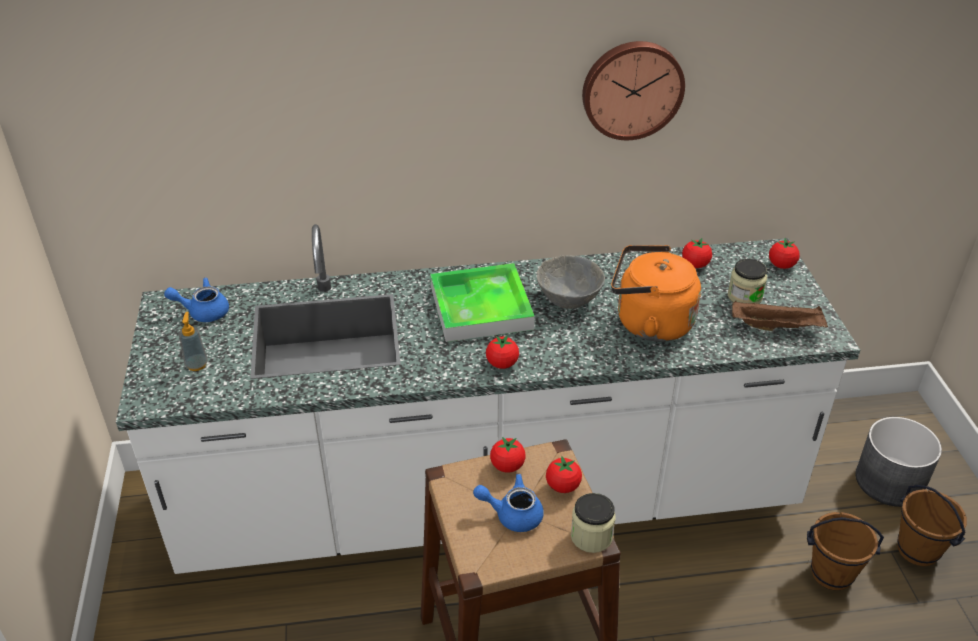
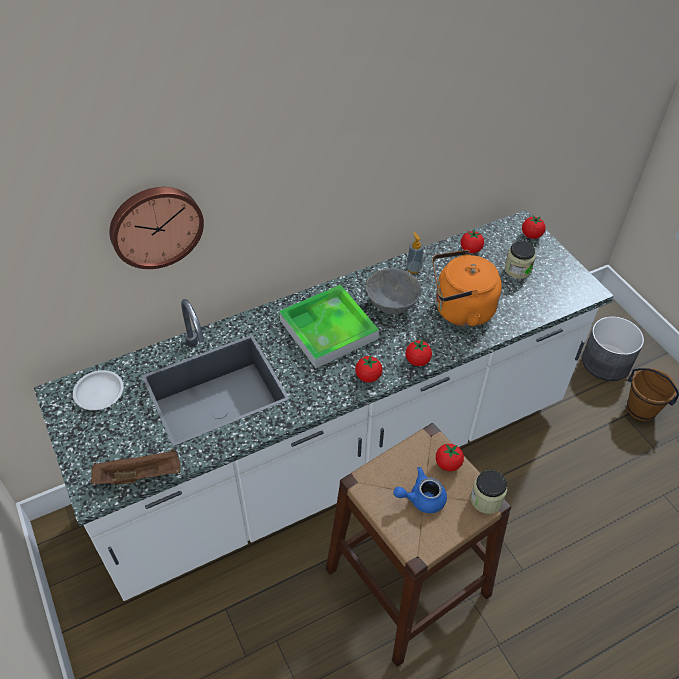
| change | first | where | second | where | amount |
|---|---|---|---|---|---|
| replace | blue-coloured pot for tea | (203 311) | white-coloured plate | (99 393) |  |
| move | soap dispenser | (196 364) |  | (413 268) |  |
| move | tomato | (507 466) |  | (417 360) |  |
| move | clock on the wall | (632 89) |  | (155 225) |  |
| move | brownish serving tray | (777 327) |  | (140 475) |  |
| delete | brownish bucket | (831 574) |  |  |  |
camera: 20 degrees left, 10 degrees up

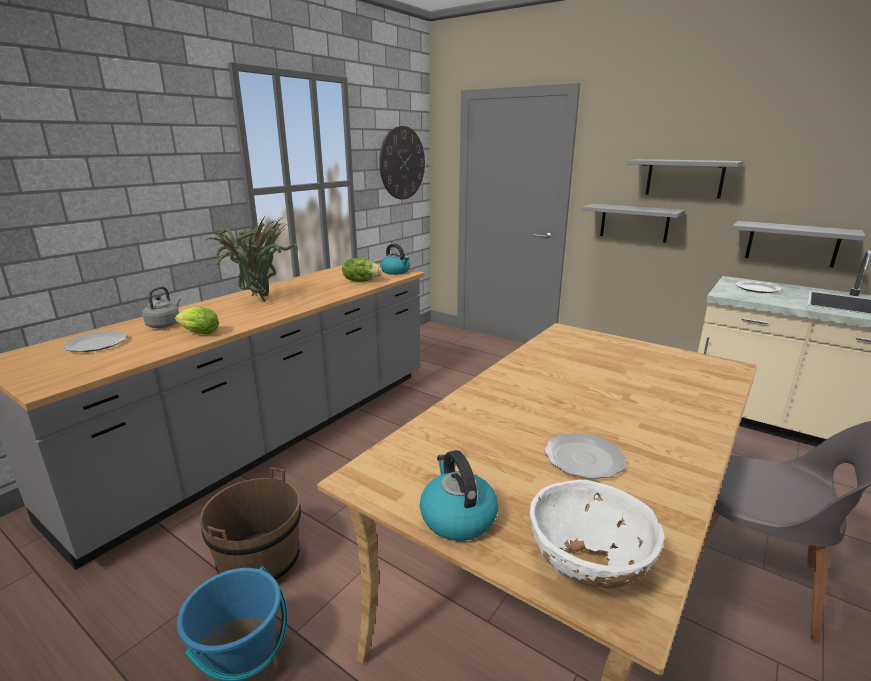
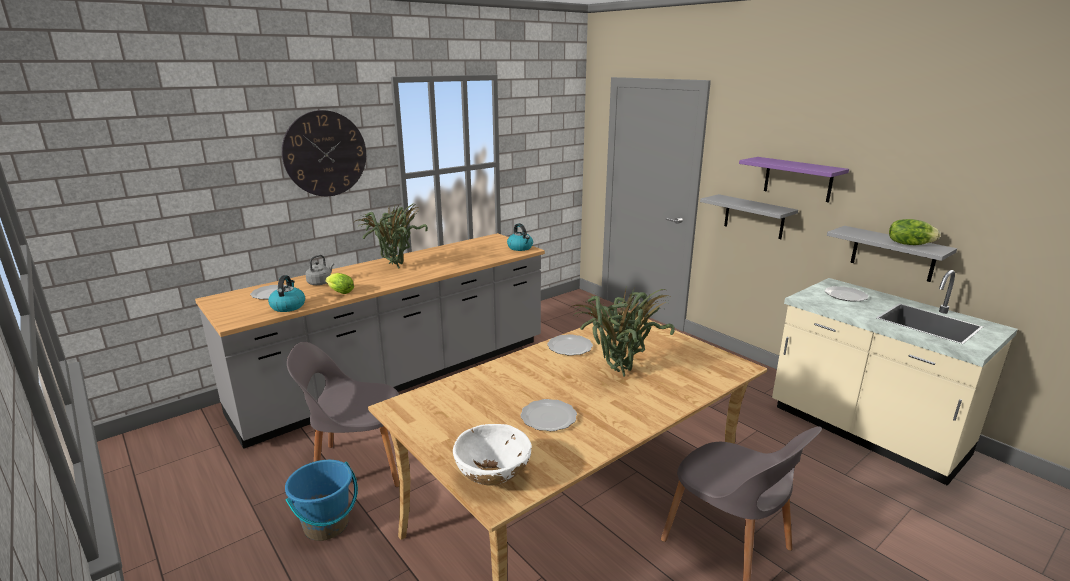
| change | first | where | second | where | amount |
|---|---|---|---|---|---|
| replace | brownish bucket | (259 563) | gray chair | (358 466) |  |
| move | lettuce head | (361 281) |  | (909 244) |  |
| move | clock on the wall | (402 163) |  | (325 154) |  |
| move | tea kettle | (457 517) |  | (288 306) |  |
| recolor | gray bracket shelf | (684 178) | purplish bracket shelf | (798 179) |  |
| insert |  |  | plate | (569 347) |  |
| insert |  |  | potted plant | (617 374) |  |
camera: 15 degrees right, 0 degrees up

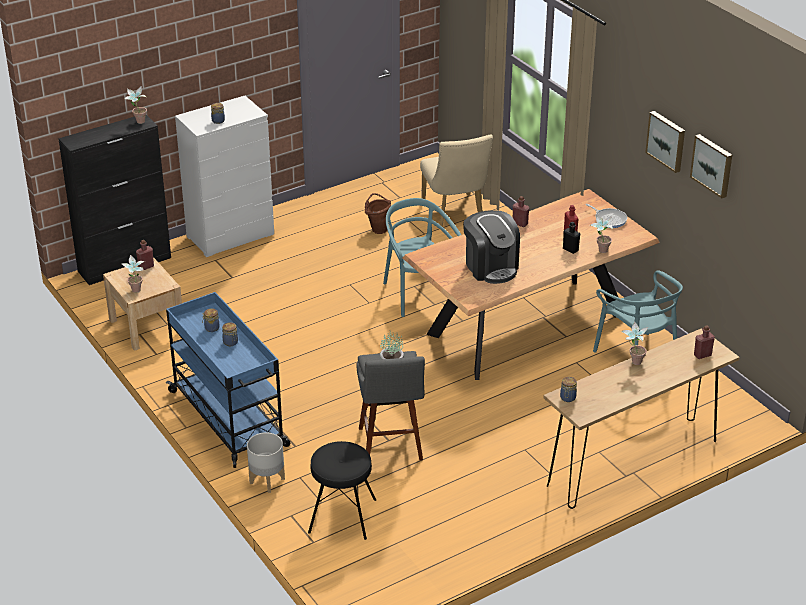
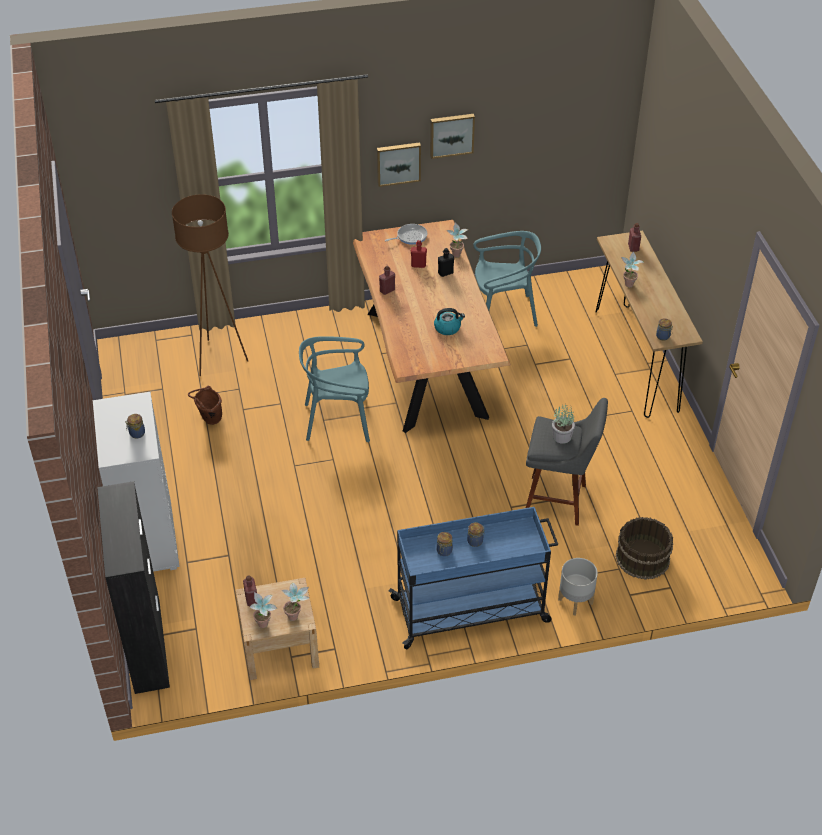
| change | first | where | second | where | amount |
|---|---|---|---|---|---|
| move | potted plant | (138 123) |  | (265 626) |  |
| replace | black-coloured sitting stool | (342 516) | brownish bucket | (642 558) |  |
| replace | beige-coloured chair | (455 214) | brownish standard lamp | (218 358) |  |
| replace | coffee maker | (491 267) | tea kettle | (448 328) |  |
| move | wall art | (713 165) |  | (398 163) |  |
camera: 70 degrees left, 10 degrees up

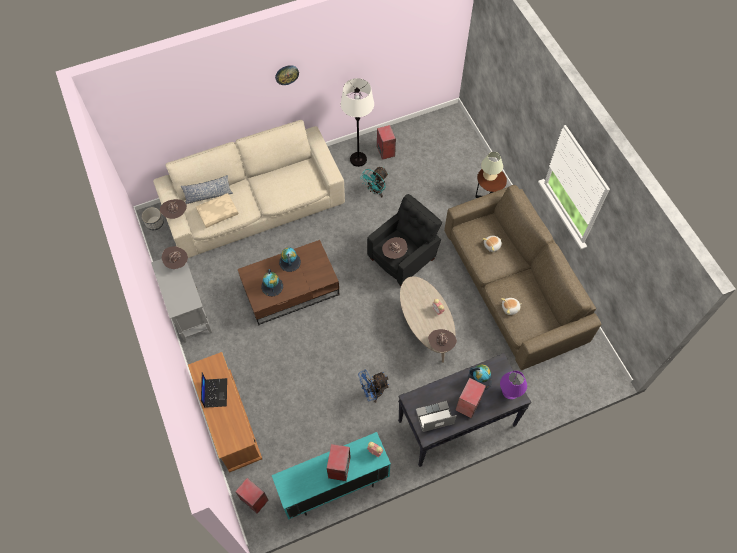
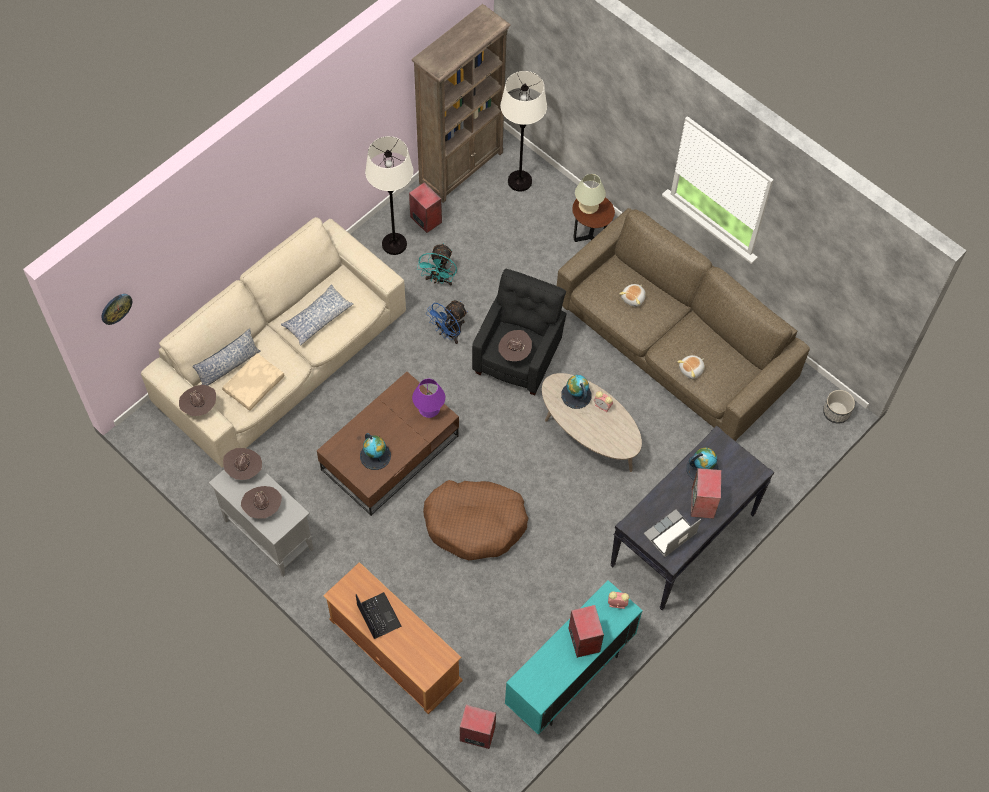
| change | first | where | second | where | amount |
|---|---|---|---|---|---|
| move | plant pot | (155 223) |  | (836 412) |  |
| move | clock on the wall | (286 74) |  | (116 308) |  |
| move | world globe | (289 262) |  | (576 395) |  |
| move | blue-coloured electric fan | (373 392) |  | (449 334) |  |
| move | brownish clothing hat | (441 344) |  | (263 508) |  |
| move | purplish table lamp | (510 391) |  | (429 408) |  |
| insert |  |  | throw pillow | (317 318) |  |
| insert |  |  | brownish shelving unit | (461 167) |  |
| insert |  |  | brownish pet bed | (475 523) |  |
| insert |  |  | white-coloured standard lamp | (520 181) |  |
camera: 25 degrees left, 0 degrees up

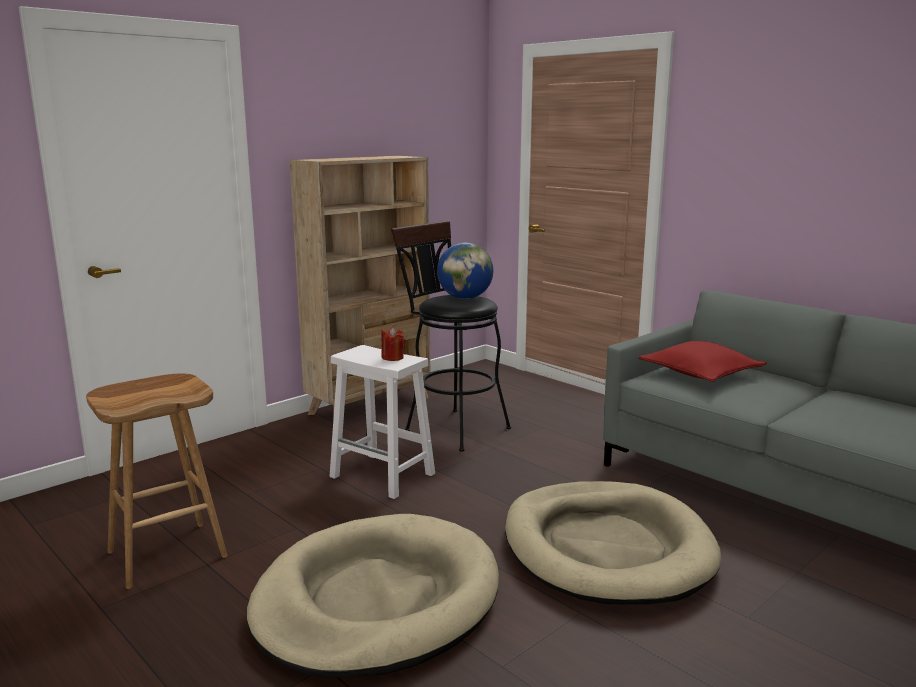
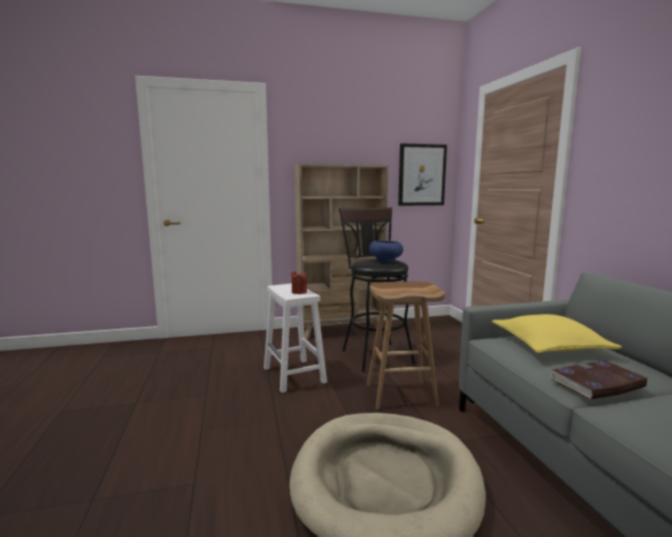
| change | first | where | second | where | amount |
|---|---|---|---|---|---|
| move | brownish sitting stool | (168 553) |  | (401 394) |  |
| delete | beige-coloured pet bed | (376 601) |  |  |  |
| replace | world globe | (465 298) | blue-coloured serving bowl | (385 261) |  |
| recolor | red throw pillow | (700 374) | yellowish throw pillow | (549 345) |  |
| insert |  |  | wall art | (421 175) |  |
| insert |  |  | book | (597 383) |  |
camera: 30 degrees right, 5 degrees down

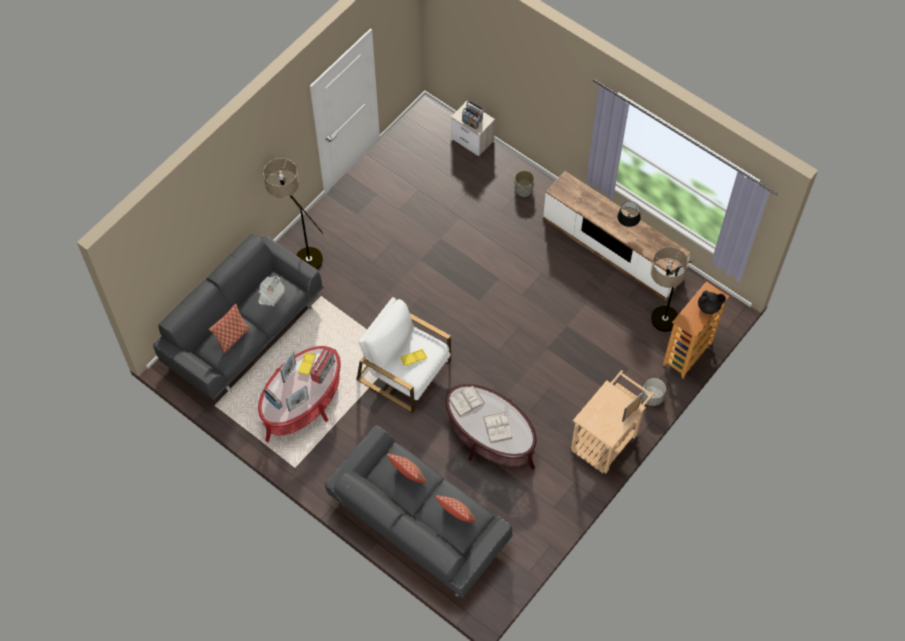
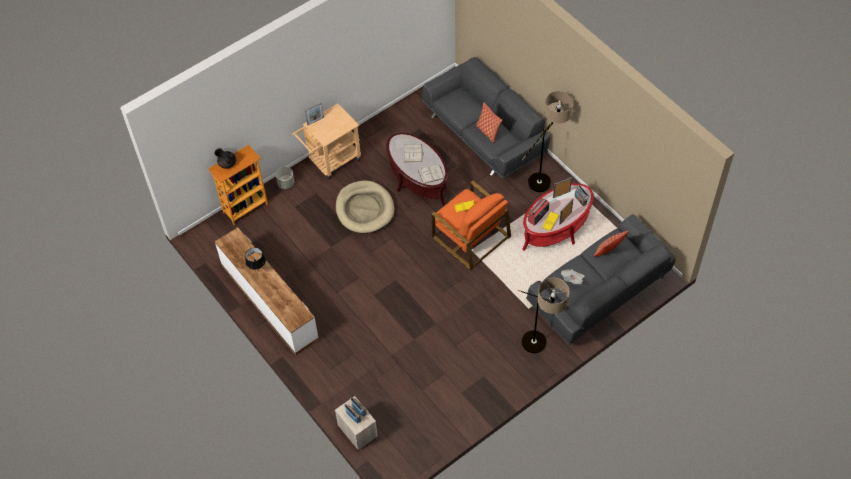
| change | first | where | second | where | amount |
|---|---|---|---|---|---|
| recolor | white-coloured easy chair | (405 370) | orange-coloured easy chair | (470 237) |  |
| delete | throw pillow | (456 515) |  |  |  |
| delete | gray plant pot | (523 189) |  |  |  |
| move | standard lamp | (658 327) |  | (546 178) |  |
| insert |  |  | beige-coloured pet bed | (364 209) |  |
camera: 165 degrees left, 5 degrees down

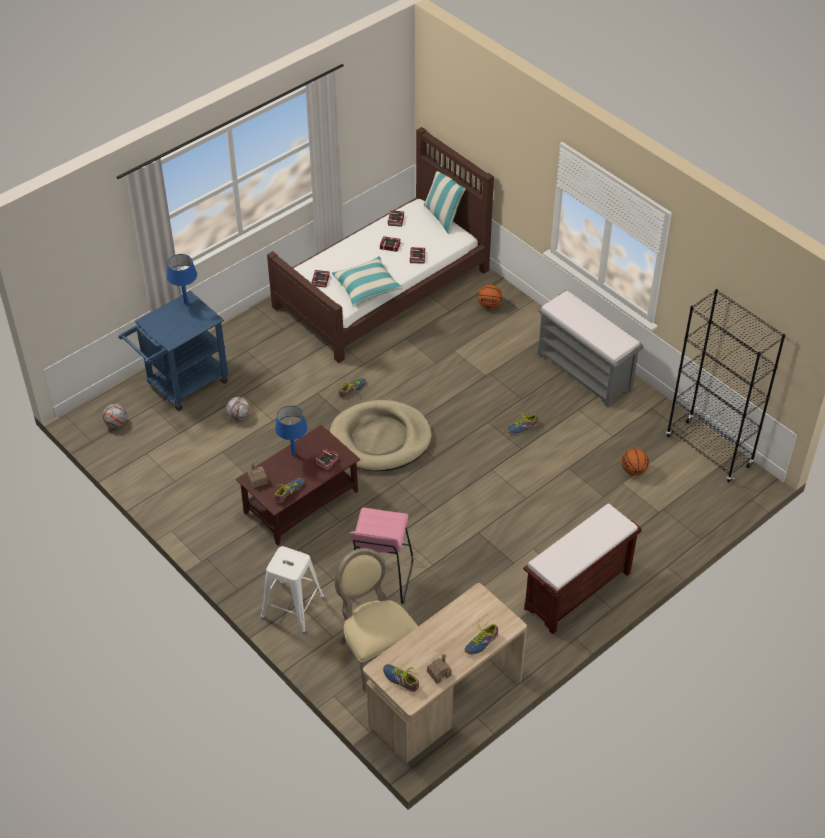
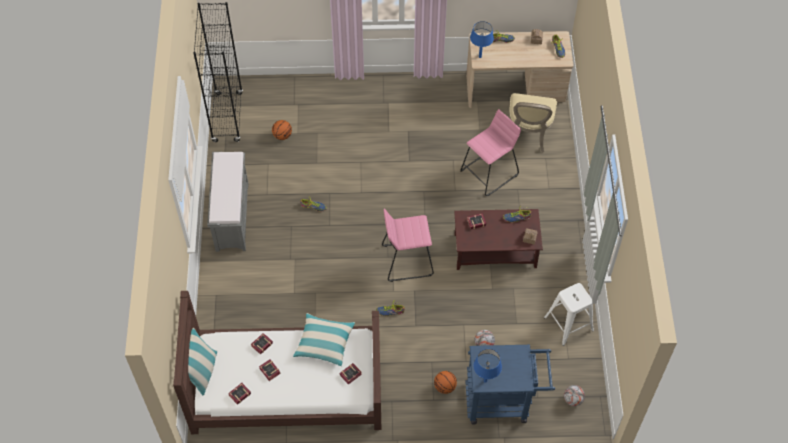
| change | first | where | second | where | amount |
|---|---|---|---|---|---|
| move | white-coloured sitting stool | (293 606) |  | (568 323) |  |
| move | blue-coloured table lamp | (293 454) |  | (480 56) |  |
| replace | beige-coloured pet bed | (380 439) | pinkish sitting stool | (407 260) |  |
| move | basketball | (489 305) |  | (444 387) |  |
| delete | brownish long seat | (577 592) |  |  |  |
camera: 140 degrees left, 10 degrees up

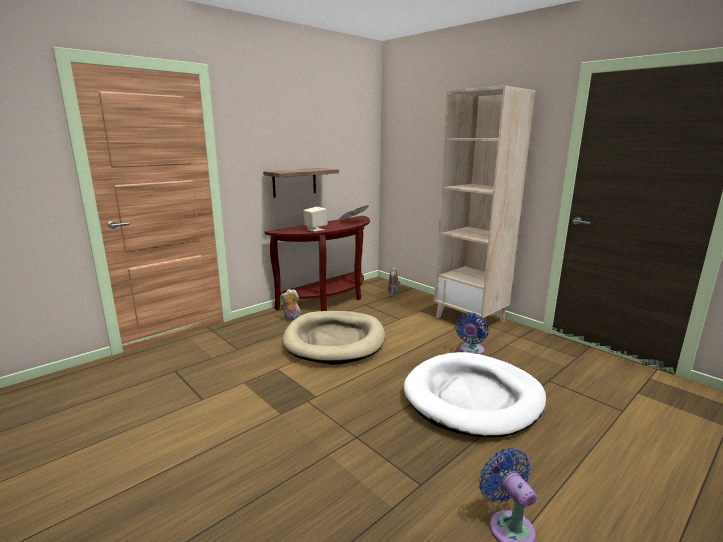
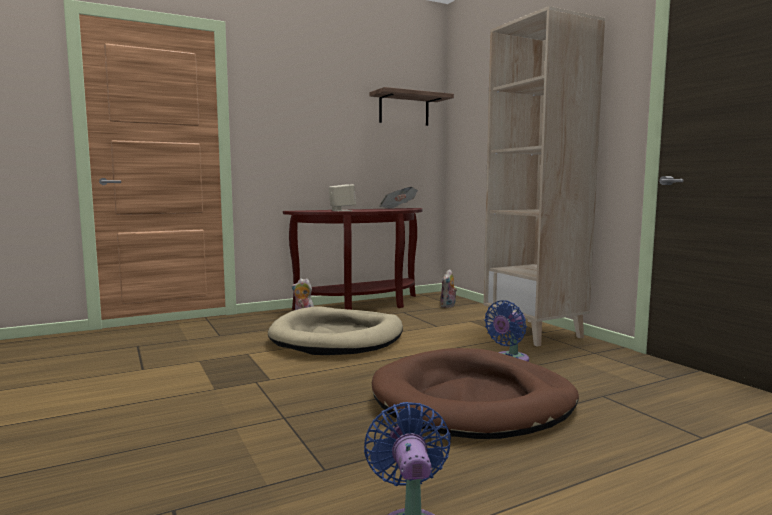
| change | first | where | second | where | amount |
|---|---|---|---|---|---|
| move | bracket shelf | (294 182) |  | (404 109) |  |
| recolor | white-coloured pet bed | (473 398) | brownish pet bed | (473 400) |  |
camera: 15 degrees right, 10 degrees down

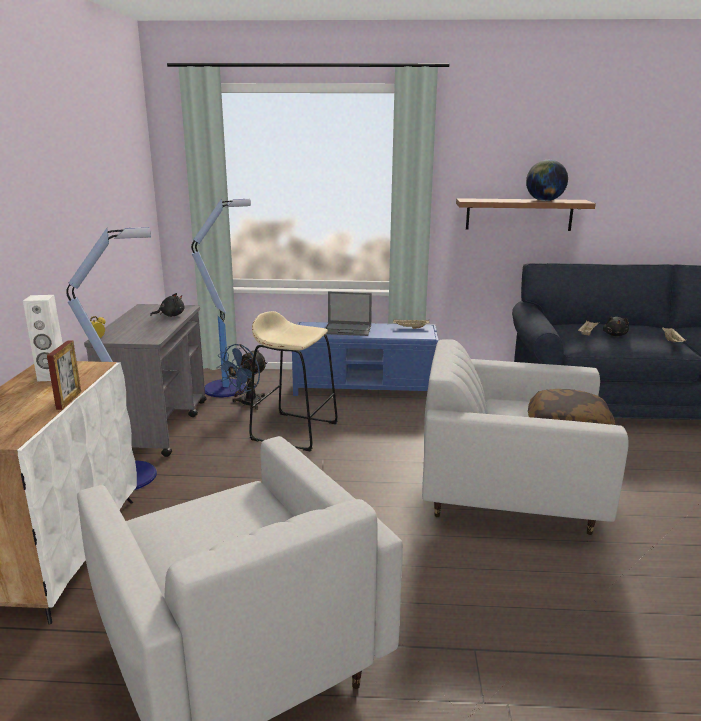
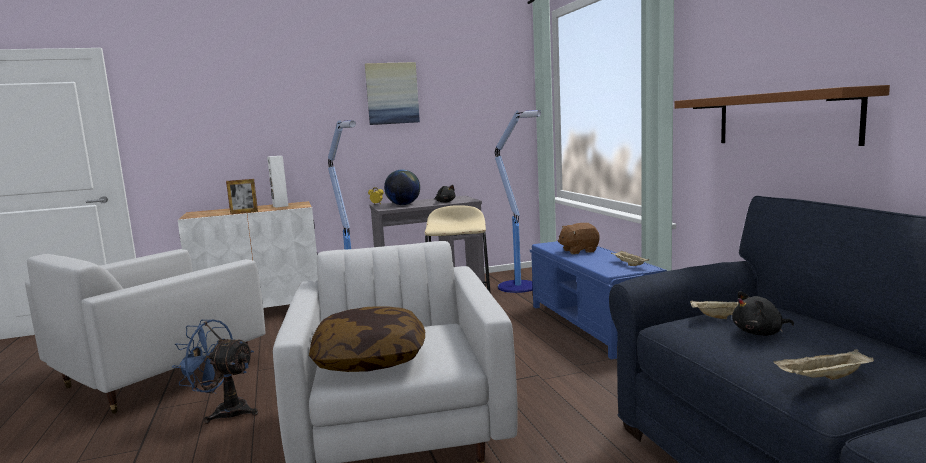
| change | first | where | second | where | amount |
|---|---|---|---|---|---|
| move | blue-coloured electric fan | (246 404) |  | (224 412) |  |
| replace | notebook computer | (348 329) | brownish plush toy | (578 251) |  |
| move | world globe | (544 201) |  | (403 205) |  |
| insert |  |  | wall art | (392 93) |  |
camera: 70 degrees right, 10 degrees down

